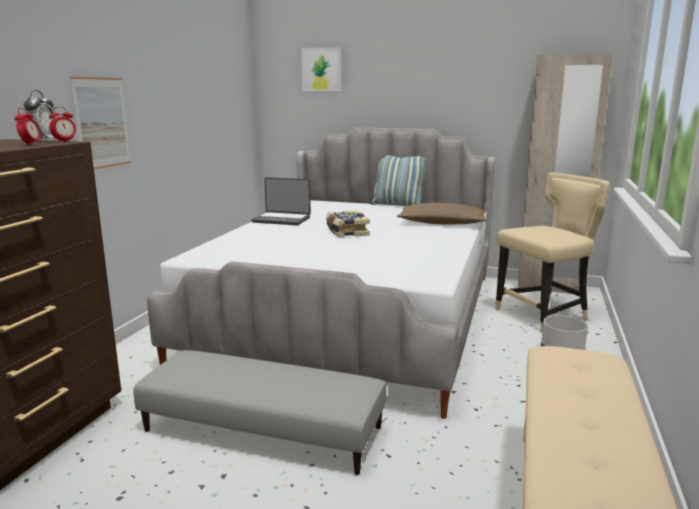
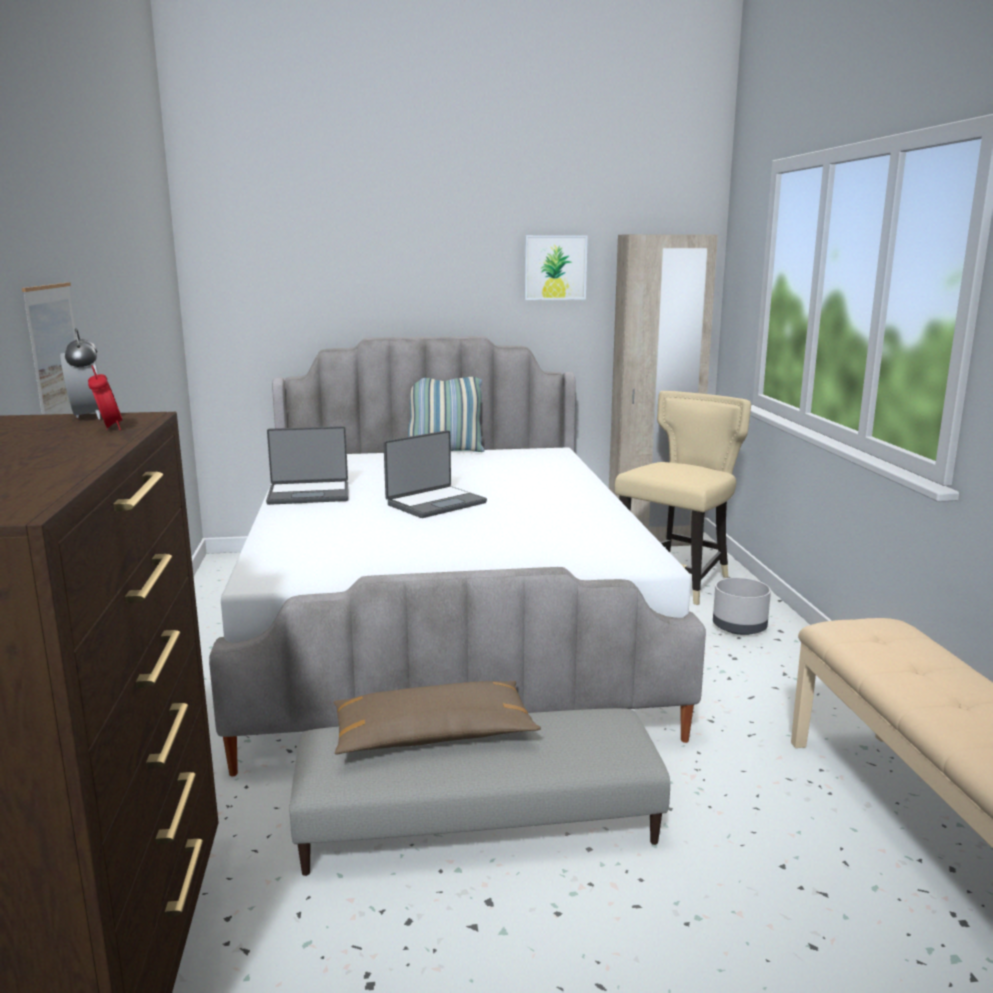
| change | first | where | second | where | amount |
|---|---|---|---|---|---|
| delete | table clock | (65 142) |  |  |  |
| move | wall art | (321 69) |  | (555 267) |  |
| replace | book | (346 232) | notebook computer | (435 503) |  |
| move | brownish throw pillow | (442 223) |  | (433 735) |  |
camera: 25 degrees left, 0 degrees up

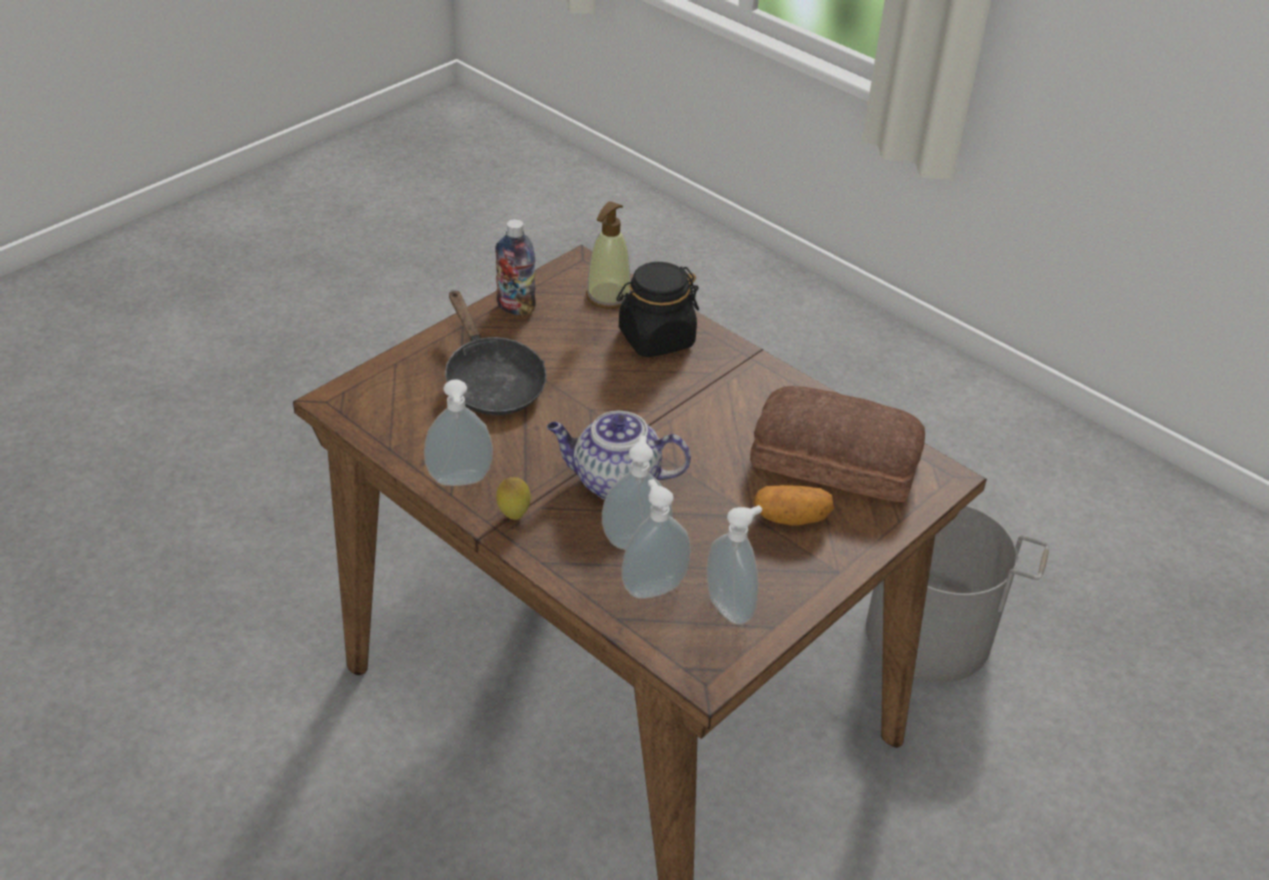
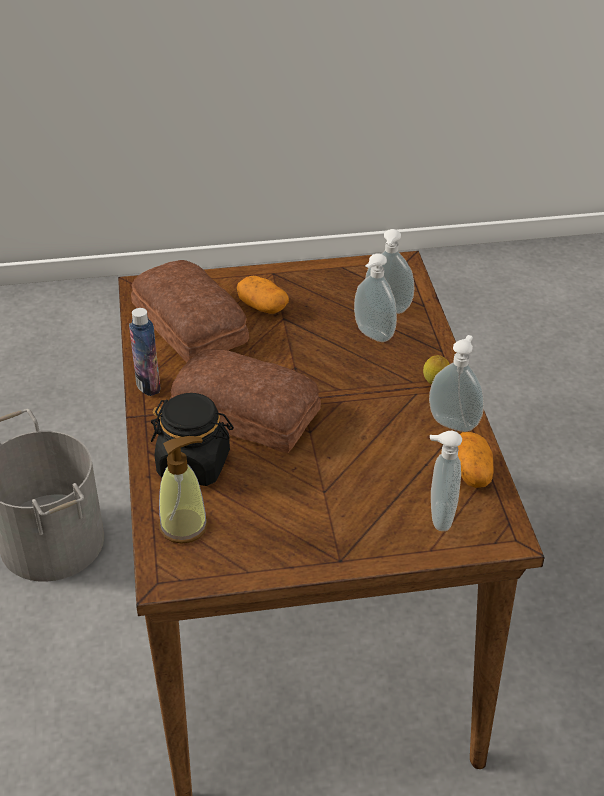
| change | first | where | second | where | amount |
|---|---|---|---|---|---|
| delete | black-coloured skillet | (491 382) |  |  |  |
| move | beverage bottle | (516 307) |  | (148 385) |  |
| delete | pot for tea | (614 482) |  |  |  |
| move | soap dispenser | (731 607) |  | (438 517) |  |
| insert |  |  | baked bread | (245 411) |  |
| insert |  |  | spud | (472 472) |  |
camera: 140 degrees left, 0 degrees up

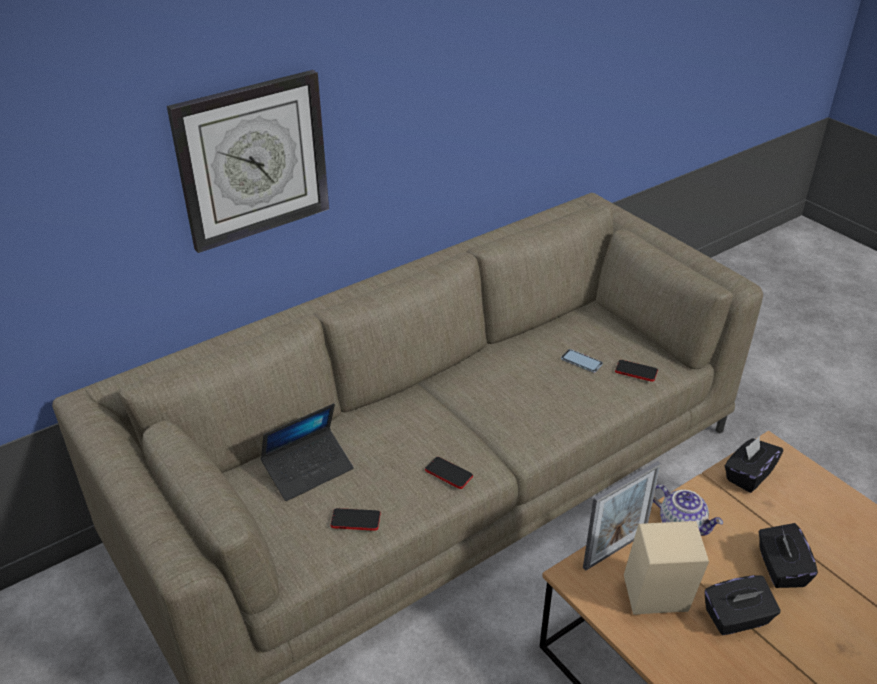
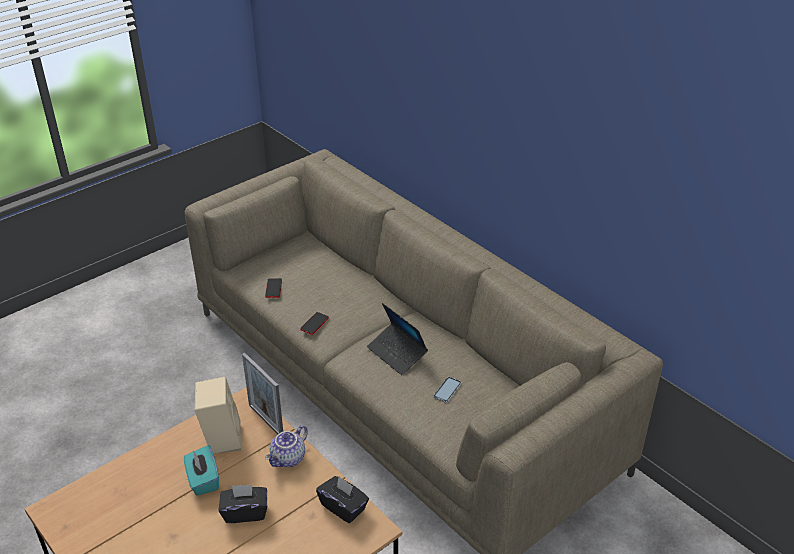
| change | first | where | second | where | amount |
|---|---|---|---|---|---|
| delete | clock on the wall | (252 160) |  |  |  |
| move | notebook computer | (308 470) |  | (397 353) |  |
| delete | phone | (636 371) |  |  |  |
| recolor | black-coloured tissue holder | (737 618) | blue-green tissue holder | (203 480) |  |
camera: 85 degrees right, 0 degrees up

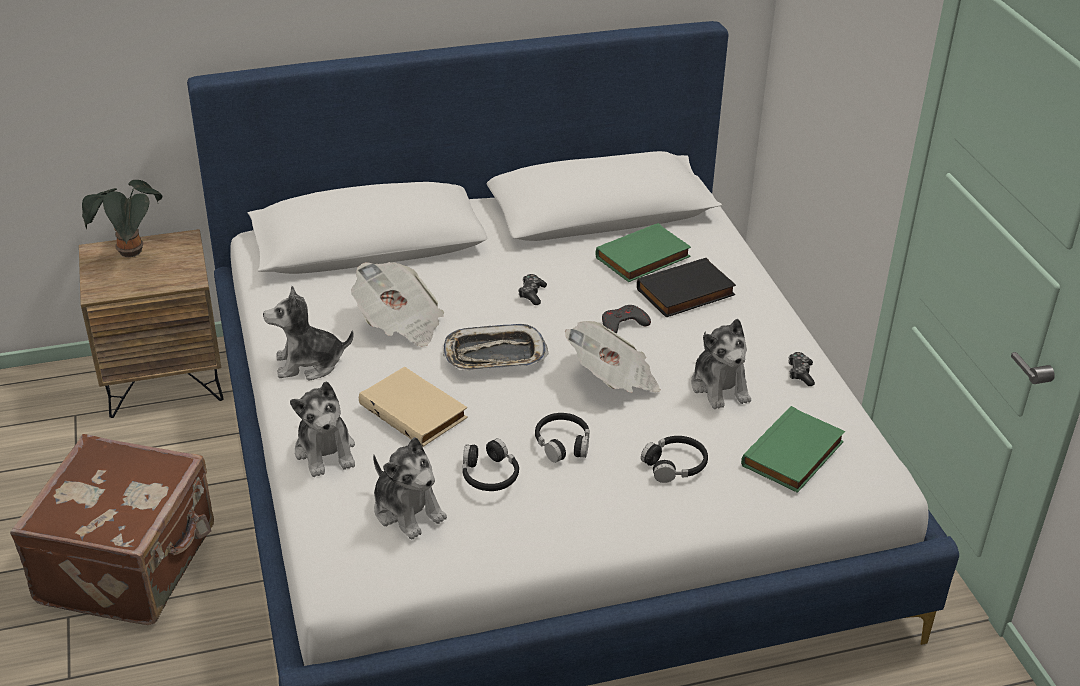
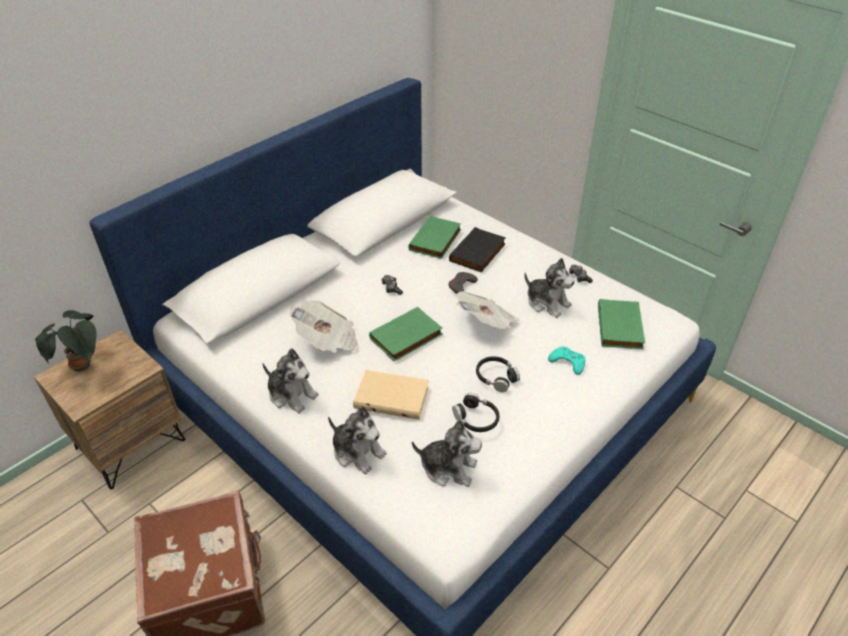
| change | first | where | second | where | amount |
|---|---|---|---|---|---|
| rotate | plush toy | (309 364) |  | (292 394) | 105 degrees counterclockwise |
| replace | serving tray | (494 355) | green book | (406 338) |  |
| replace | black-coloured pair of headphones | (675 465) | blue-green joypad | (567 362) |  |
camera: 30 degrees left, 5 degrees up

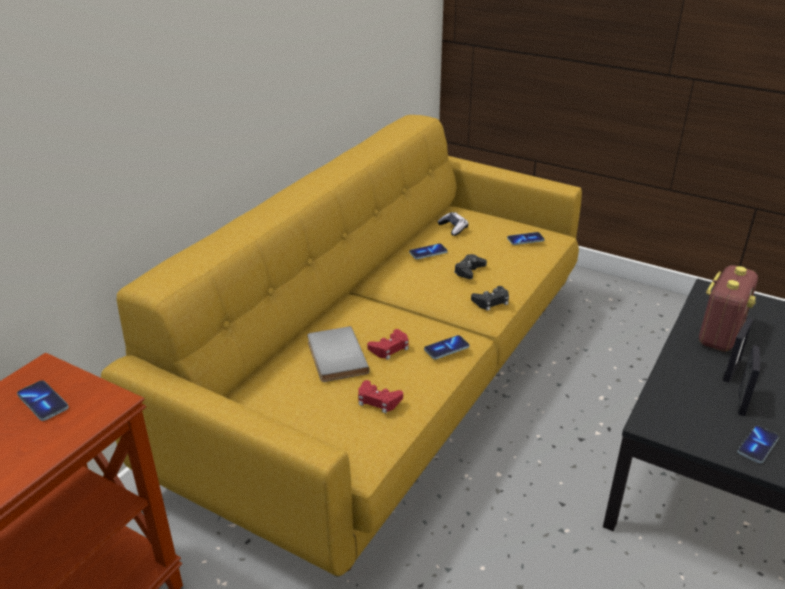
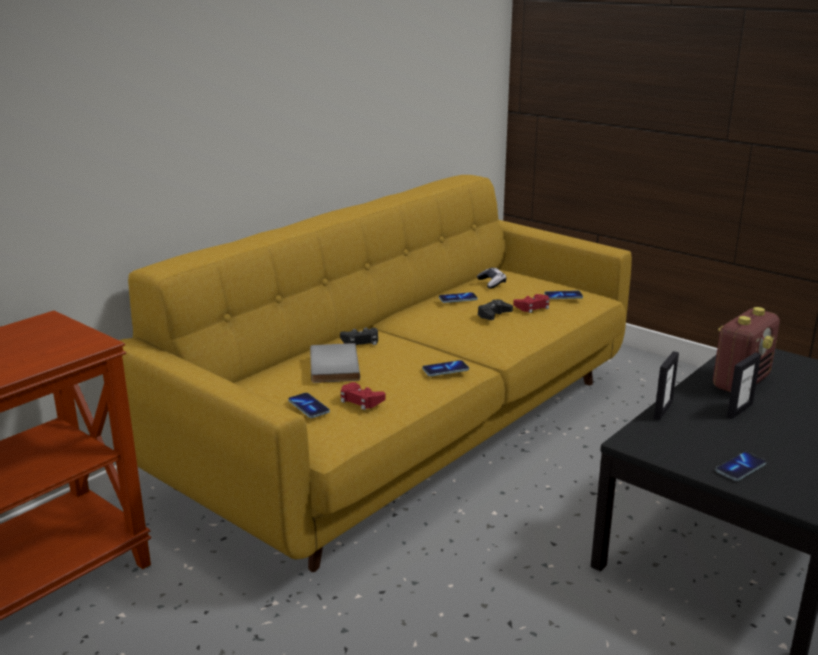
| change | first | where | second | where | amount |
|---|---|---|---|---|---|
| move | phone | (43 402) |  | (308 407) |  |
| move | red joypad | (389 348) |  | (532 307) |  |
| move | black-coloured joypad | (491 301) |  | (360 341) |  |
| move | standing frame | (741 402) |  | (662 410) |  |
camera: 10 degrees right, 10 degrees down

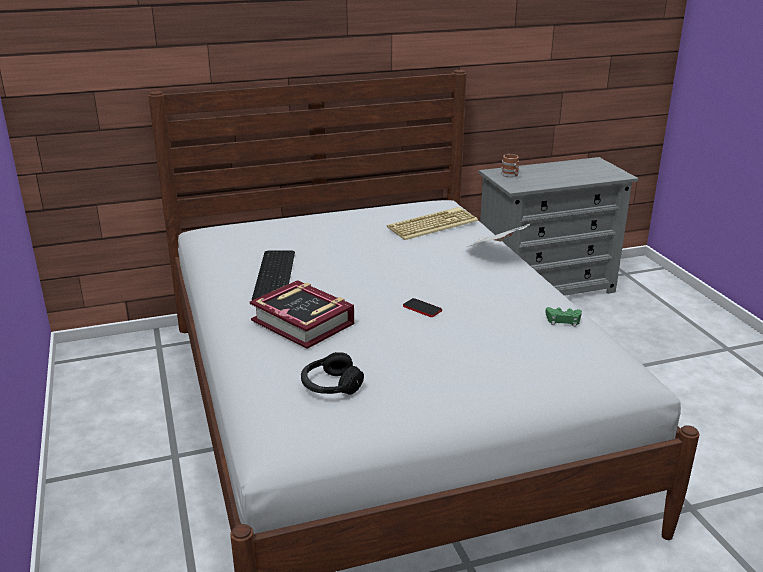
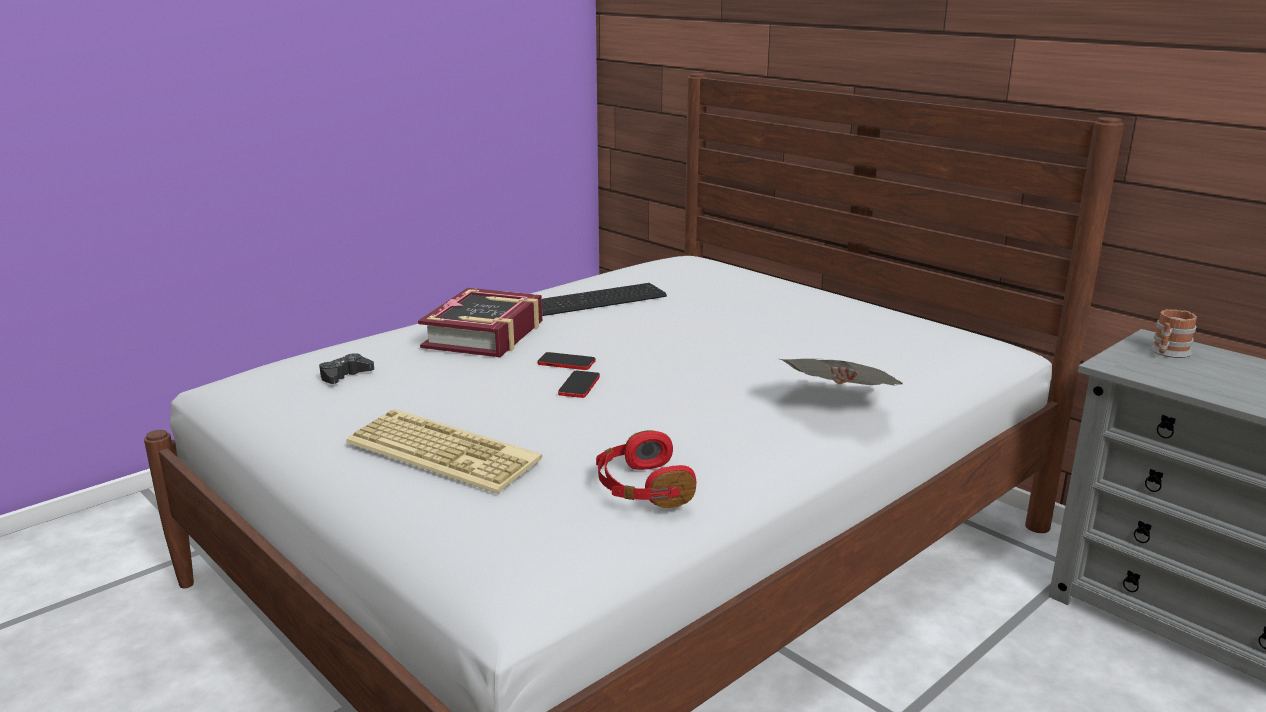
| change | first | where | second | where | amount |
|---|---|---|---|---|---|
| replace | black-coloured pair of headphones | (330 385) | black-coloured joypad | (345 375) |  |
| move | computer keyboard | (432 224) |  | (446 452) |  |
| replace | green joypad | (563 320) | red pair of headphones | (642 488) |  |
| insert |  |  | phone | (566 362) |  |
camera: 65 degrees right, 5 degrees down

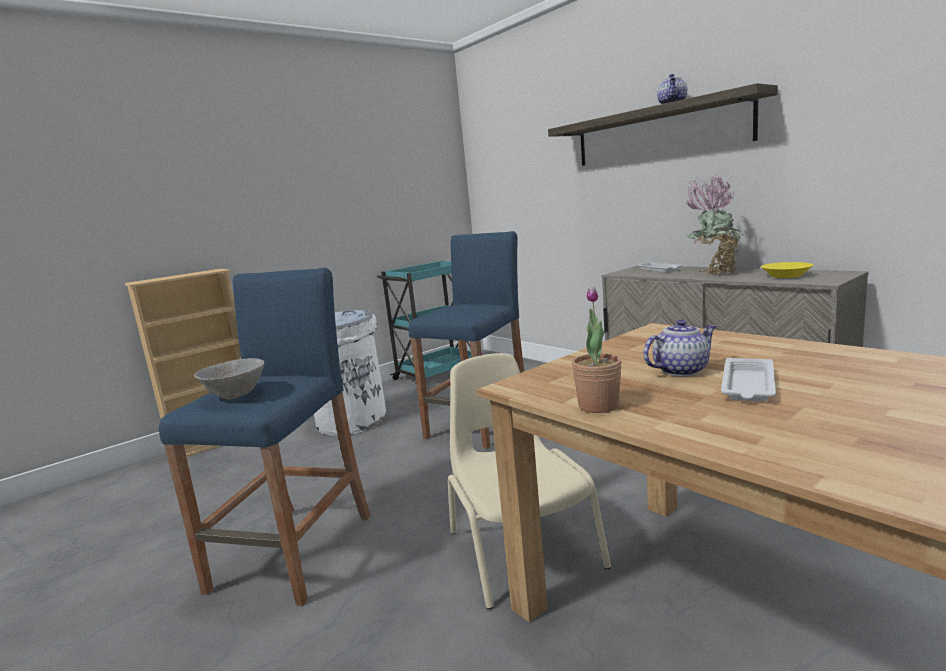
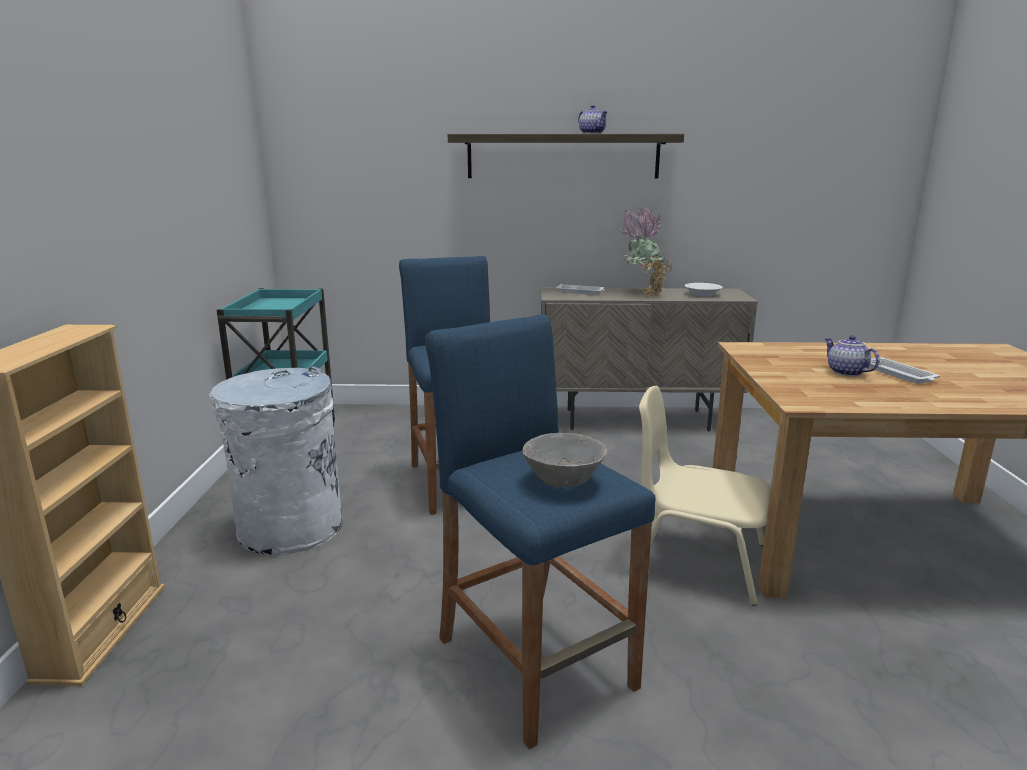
| change | first | where | second | where | amount |
|---|---|---|---|---|---|
| delete | potted plant | (598 406) |  |  |  |
| rotate | pot for tea | (680 370) |  | (845 372) | 45 degrees counterclockwise |
| recolor | yellowish serving bowl | (785 276) | white-coloured serving bowl | (702 294) |  |
camera: 50 degrees left, 5 degrees up

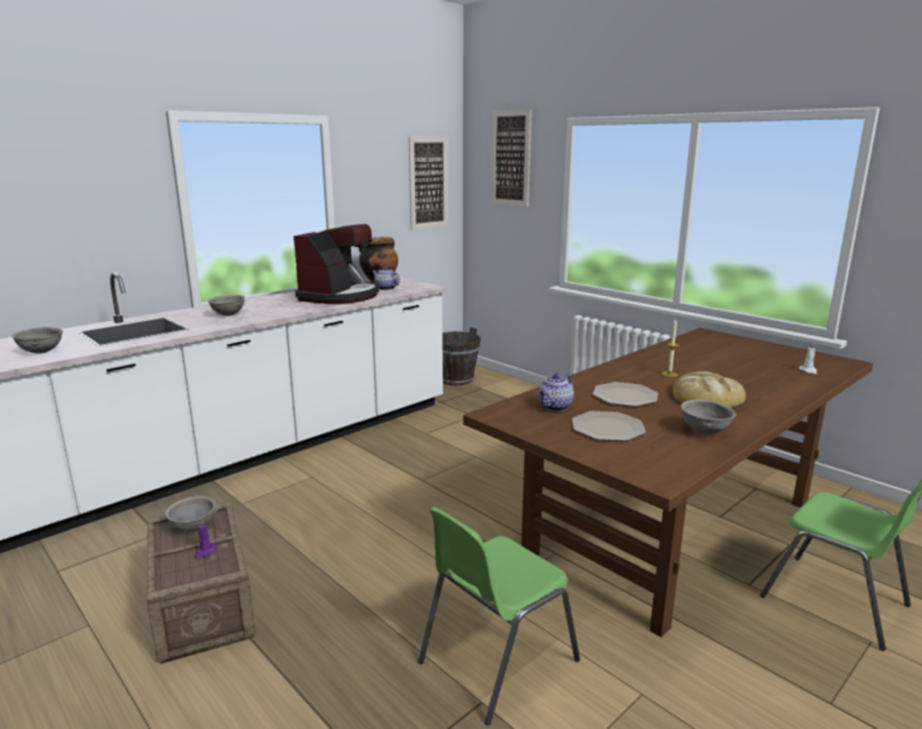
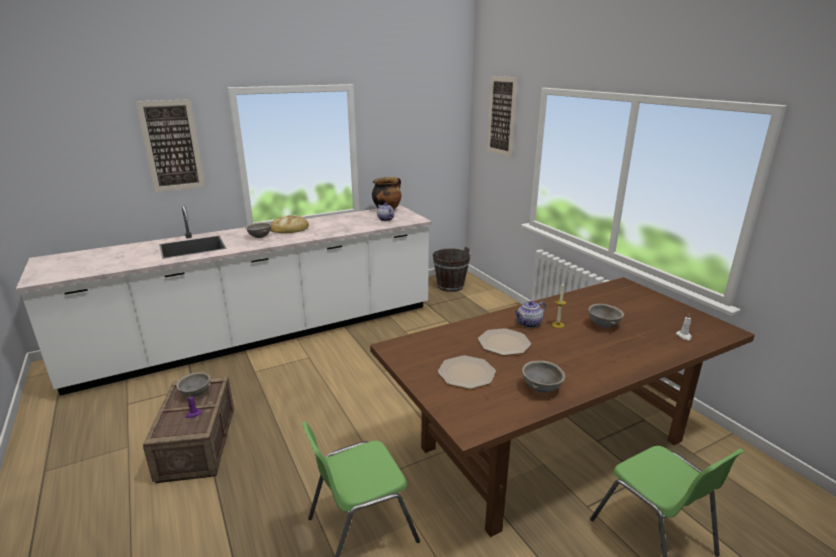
| change | first | where | second | where | amount |
|---|---|---|---|---|---|
| move | gray serving bowl | (42 352) |  | (603 325) |  |
| delete | coffee maker | (340 296) |  |  |  |
| move | wall art | (428 183) |  | (172 146) |  |
| move | pot for tea | (555 407) |  | (529 324) |  |
| move | baked bread | (706 397) |  | (289 228) |  |
camera: 15 degrees right, 5 degrees up

